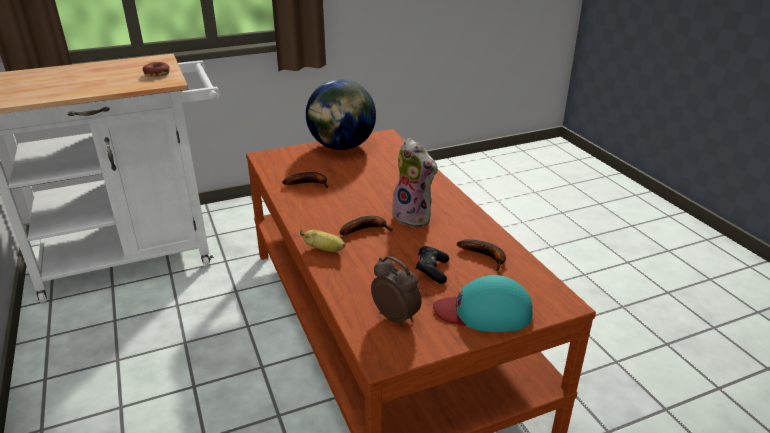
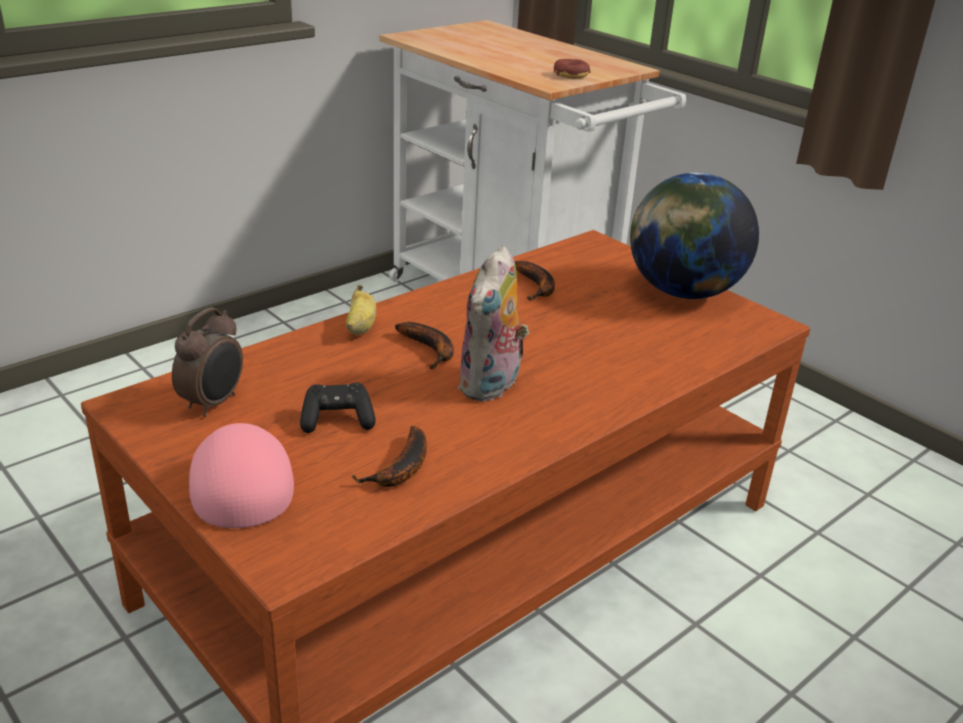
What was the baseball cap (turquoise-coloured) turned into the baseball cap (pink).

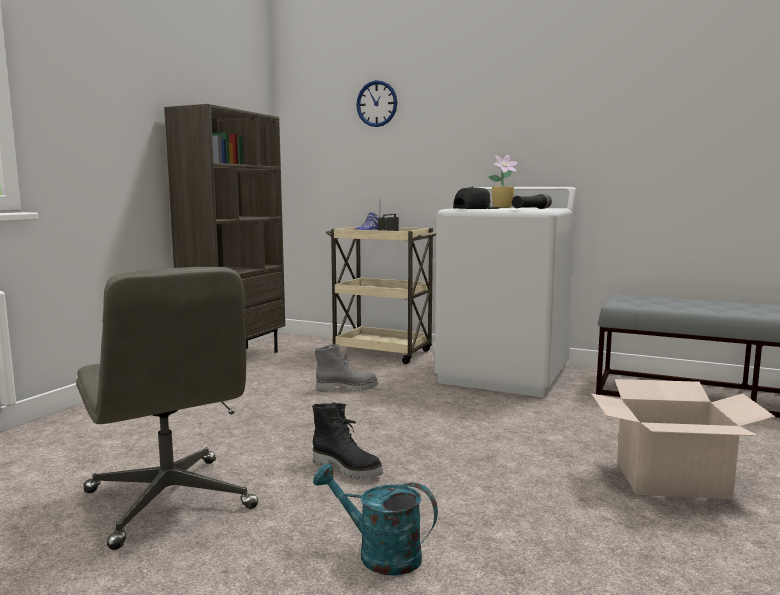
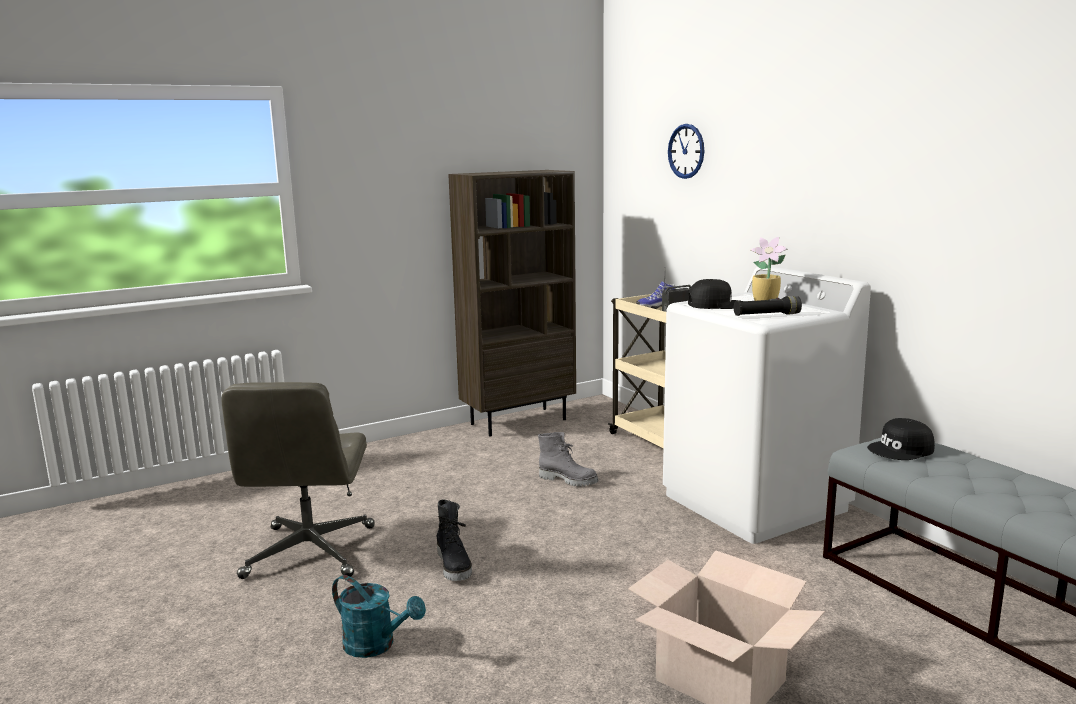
The second view gained the baseball cap (black-coloured) (no. 2 from left).
The watering can (turquoise-coloured) ended up facing another way, 150 degrees clockwise from before.

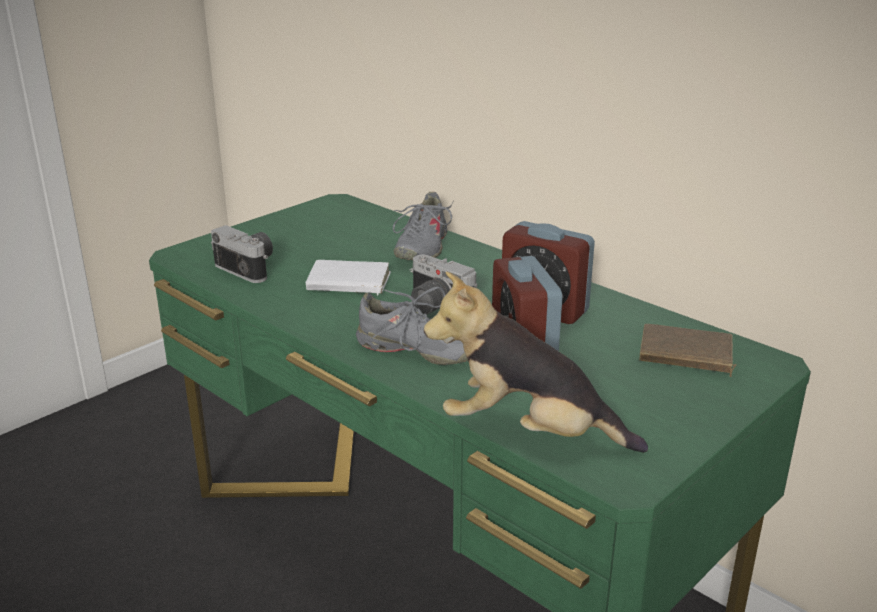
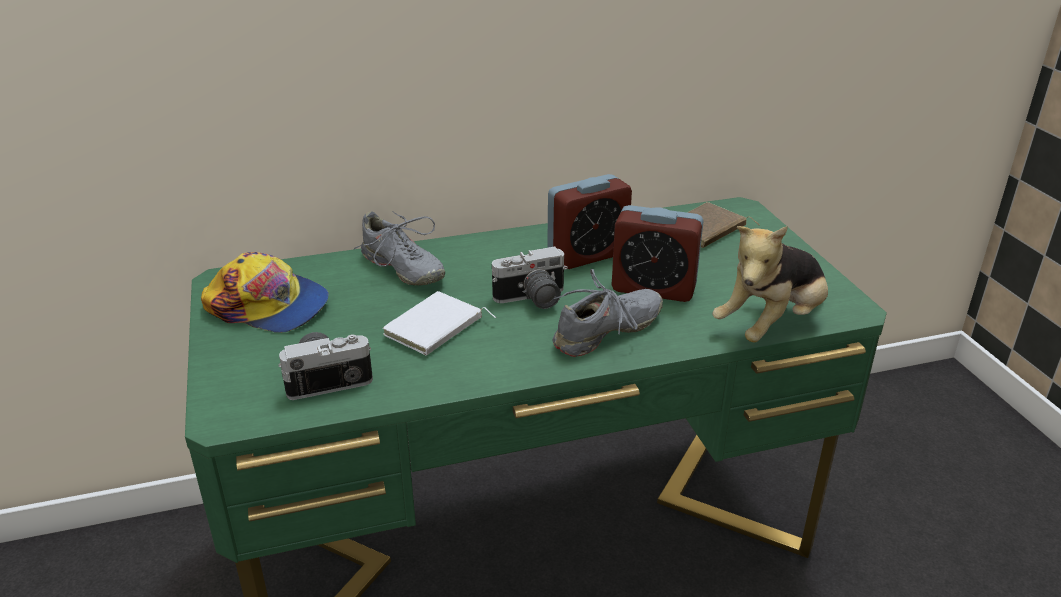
The second view gained the baseball cap.

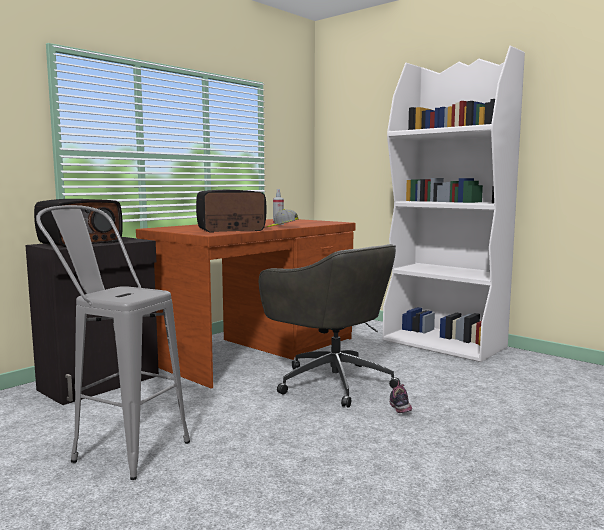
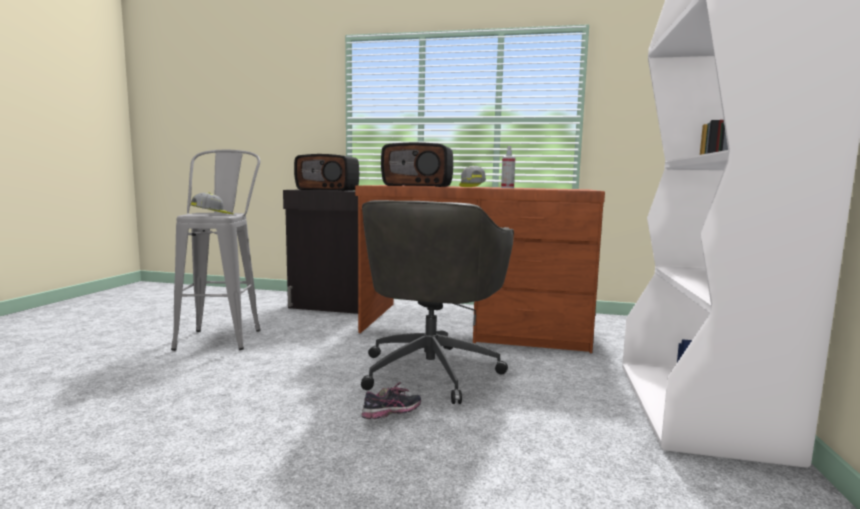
The second view gained the baseball cap (no. 1 from left).
The radio receiver (no. 2 from left) ended up facing another way, 150 degrees clockwise from before.

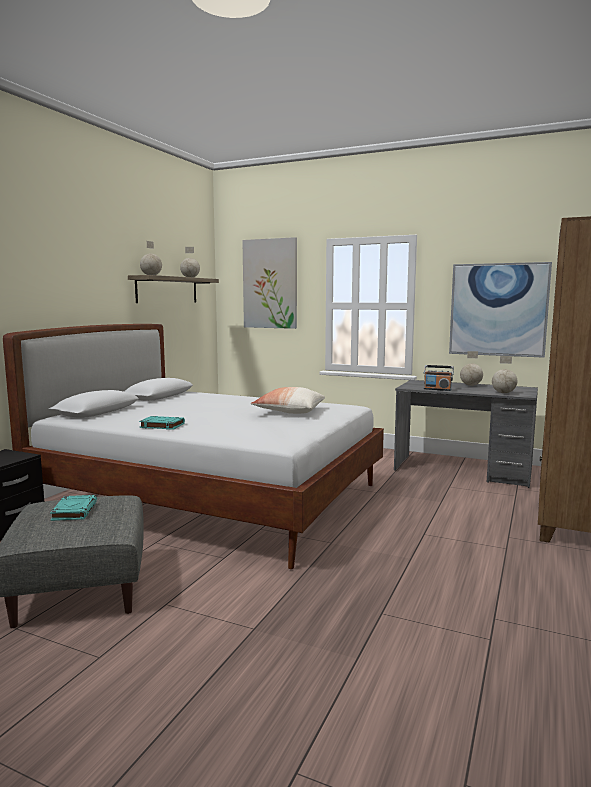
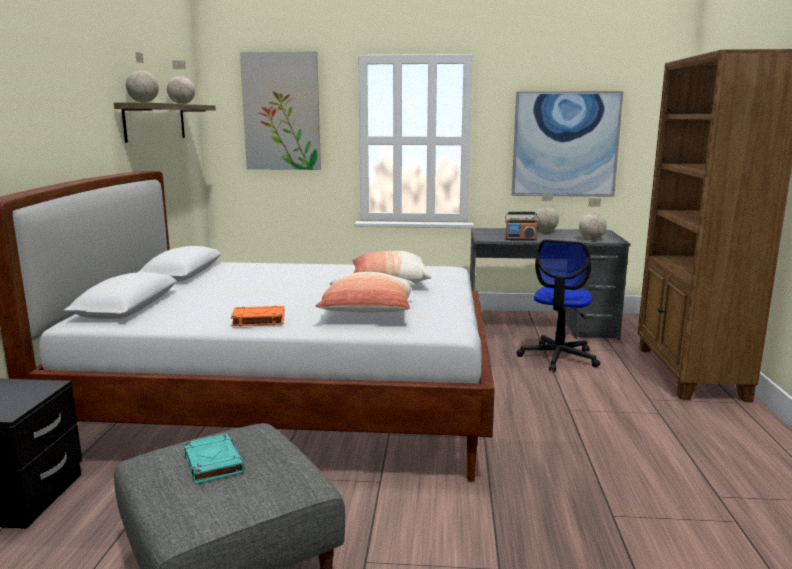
The second view gained the pillow (no. 1 from left).
The second view gained the computer chair.
What was the volume (turquoise-coloured) (no. 2 from left) turned into the volume (orange).

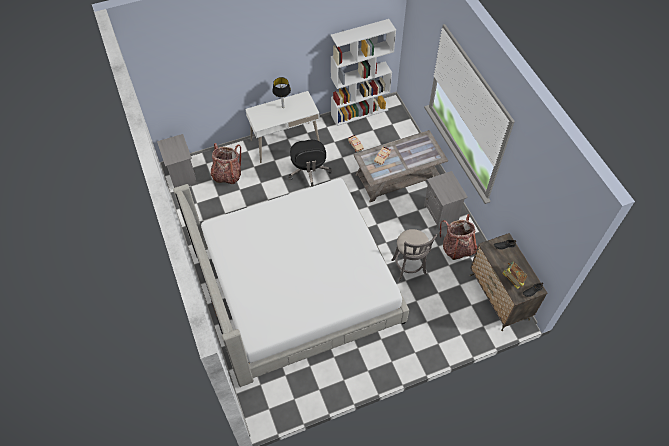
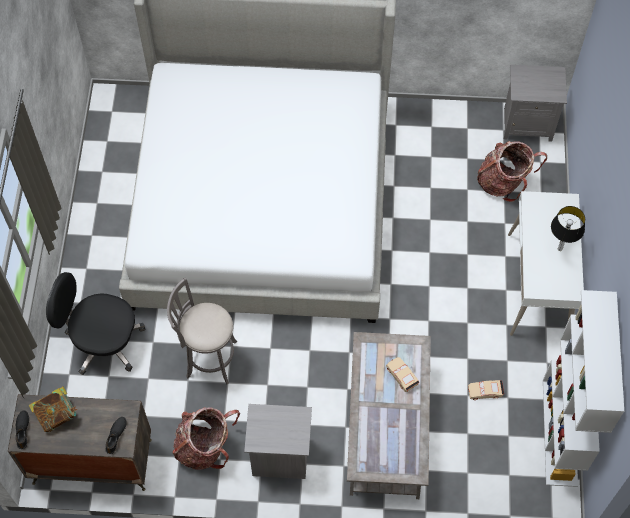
The computer chair (black-coloured) ended up elsewhere.

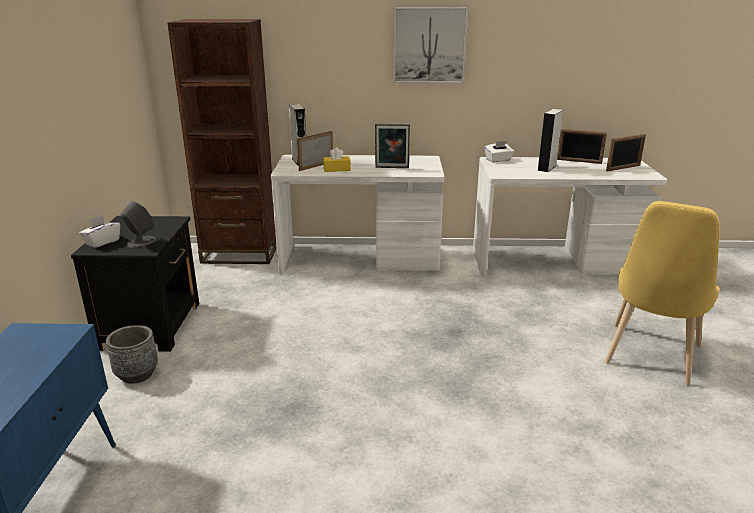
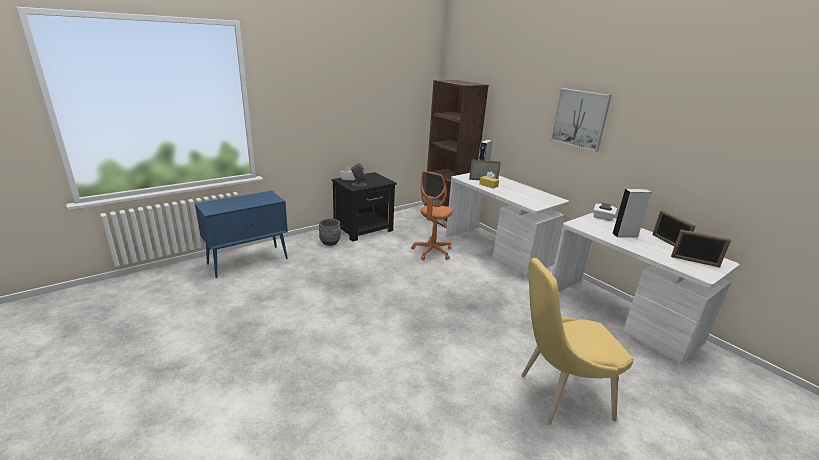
The second view lost the standing frame (no. 2 from left).
The second view gained the computer chair (orange).

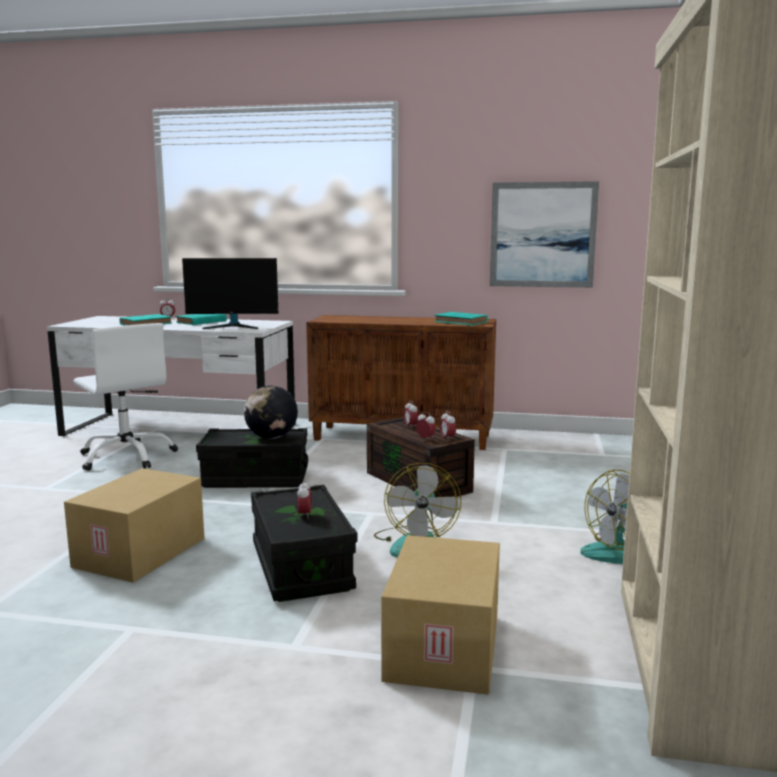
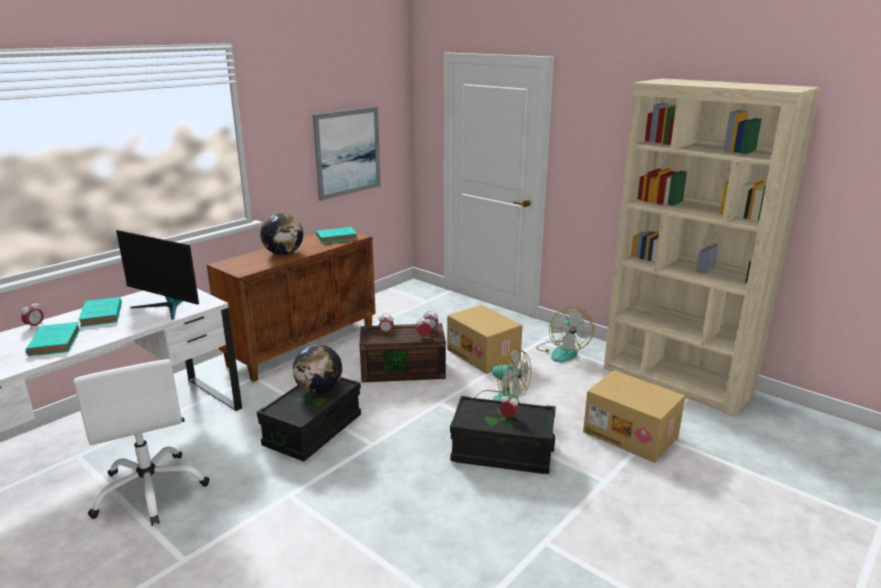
The second view gained the desk globe (no. 1 from left).
The cardboard box (no. 1 from left) ended up elsewhere.
The computer chair (white) ended up facing another way, 75 degrees clockwise from before.
The computer screen ended up facing another way, 90 degrees clockwise from before.

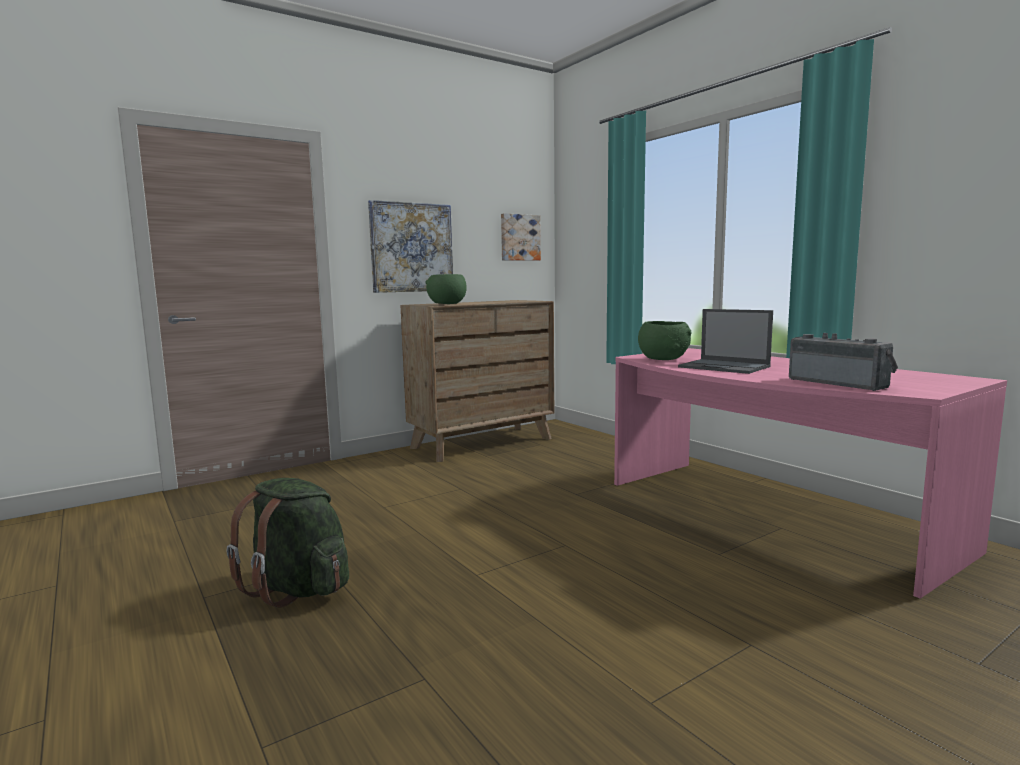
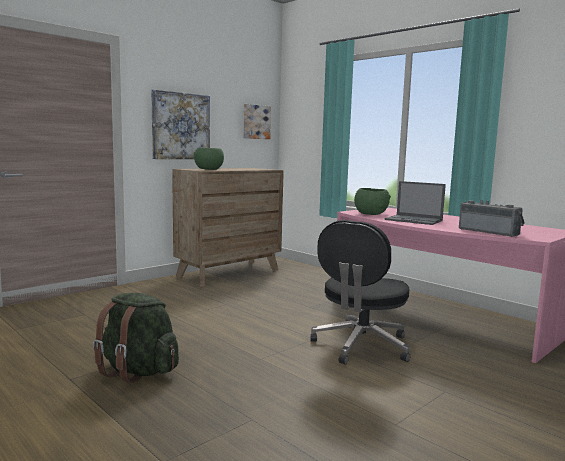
The second view gained the computer chair (black-coloured).

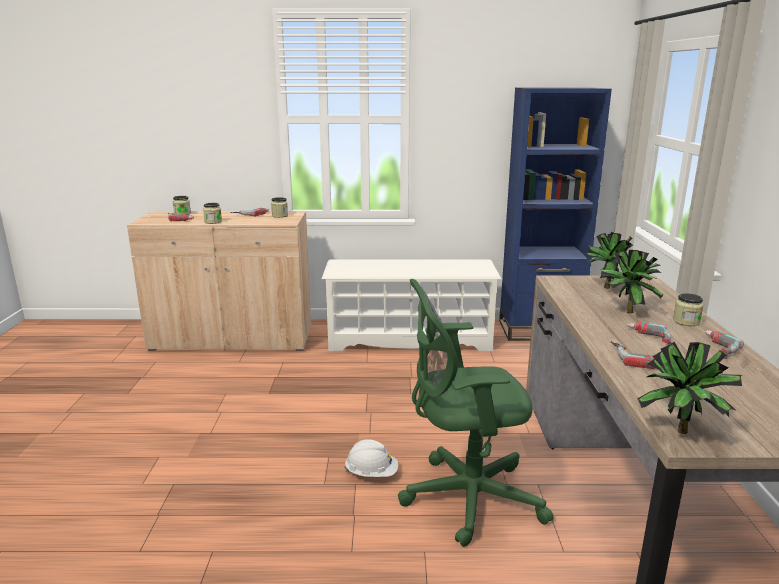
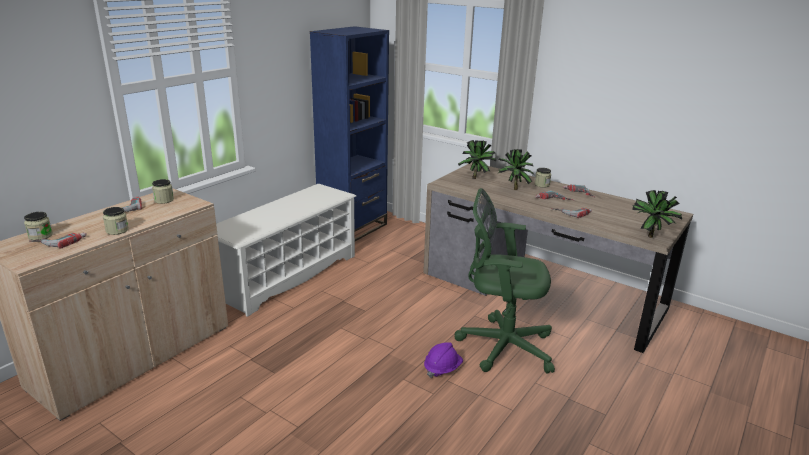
What was the safety helmet (white) turned into the safety helmet (purple).
The computer chair (greenish) ended up facing another way, 75 degrees clockwise from before.

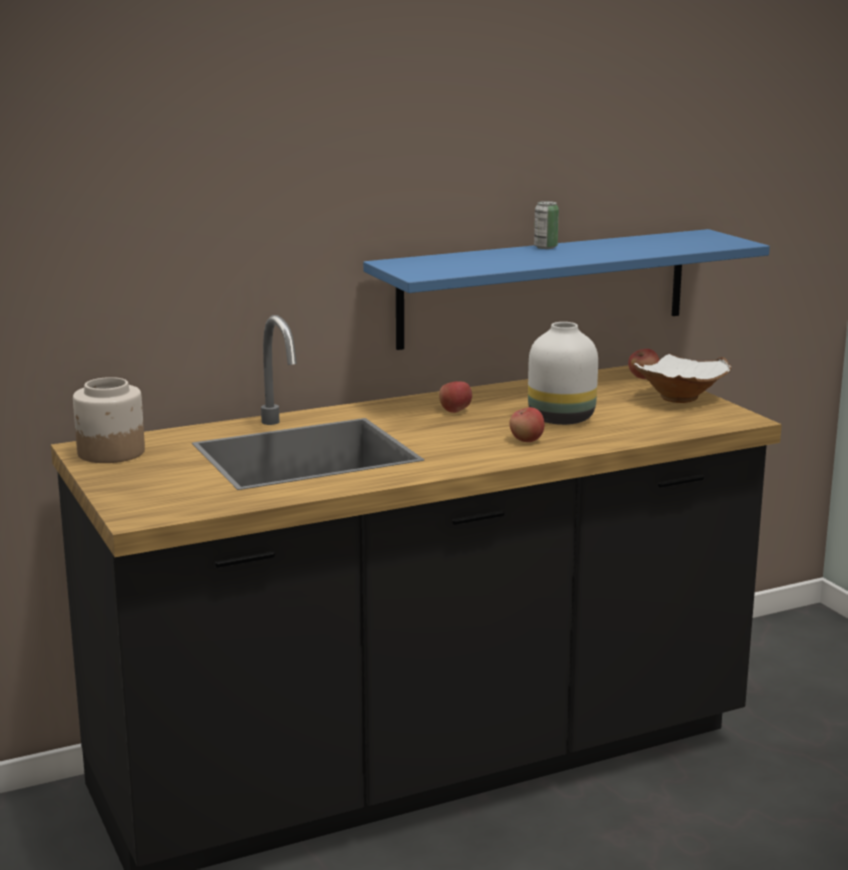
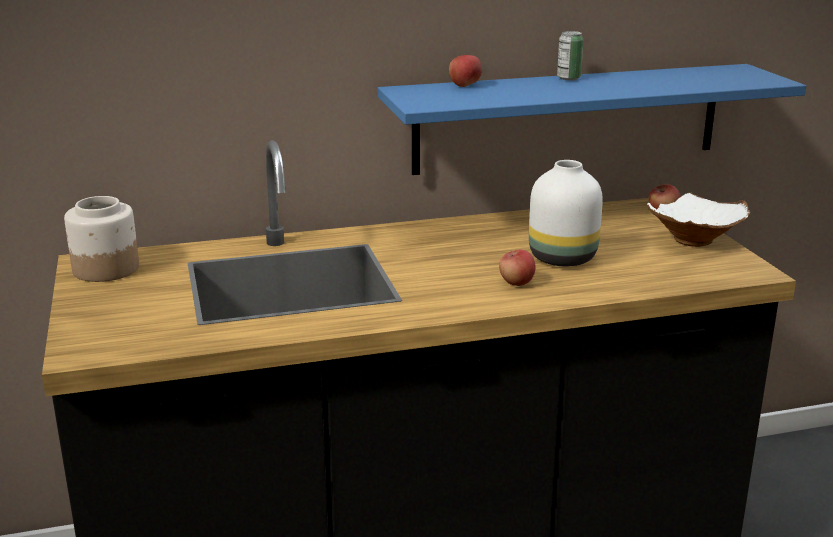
The whole apple (no. 1 from left) ended up elsewhere.

